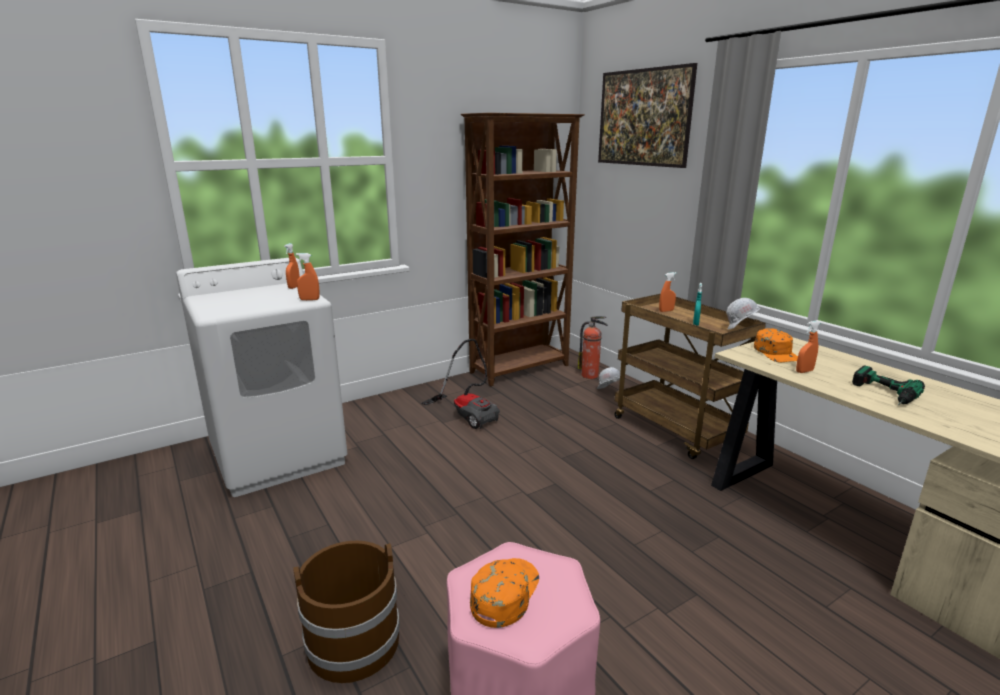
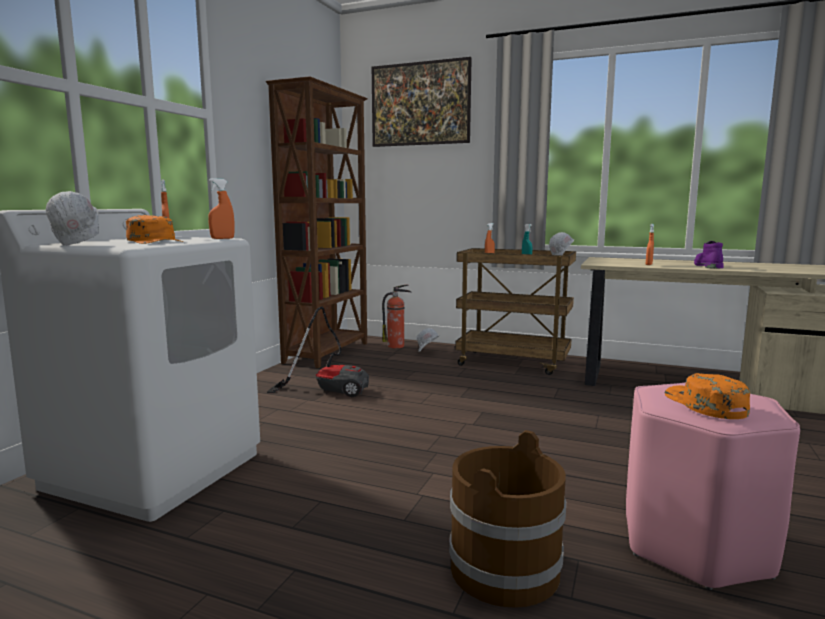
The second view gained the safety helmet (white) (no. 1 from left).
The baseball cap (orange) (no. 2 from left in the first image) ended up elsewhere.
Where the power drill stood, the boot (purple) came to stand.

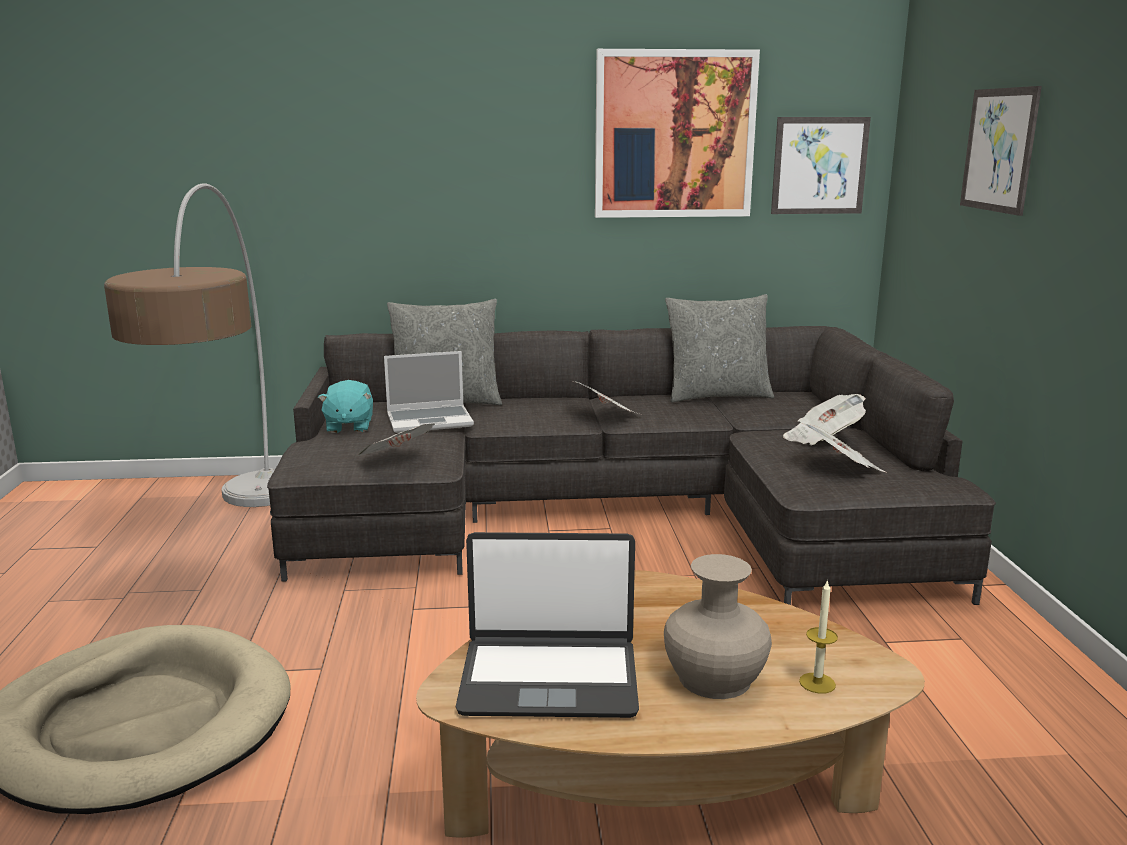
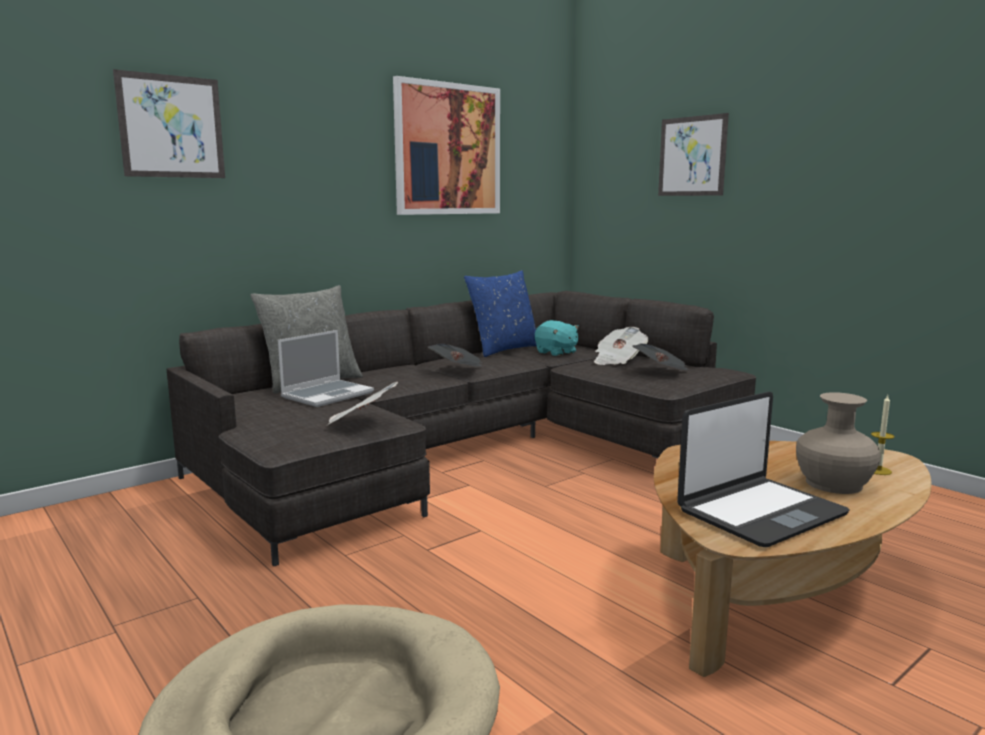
The second view lost the standing lamp.
The plush toy (turquoise-coloured) ended up elsewhere.
The wall art (no. 2 from left in the first image) ended up elsewhere.
What was the pillow (grey) (no. 2 from left) turned into the pillow (bluish).

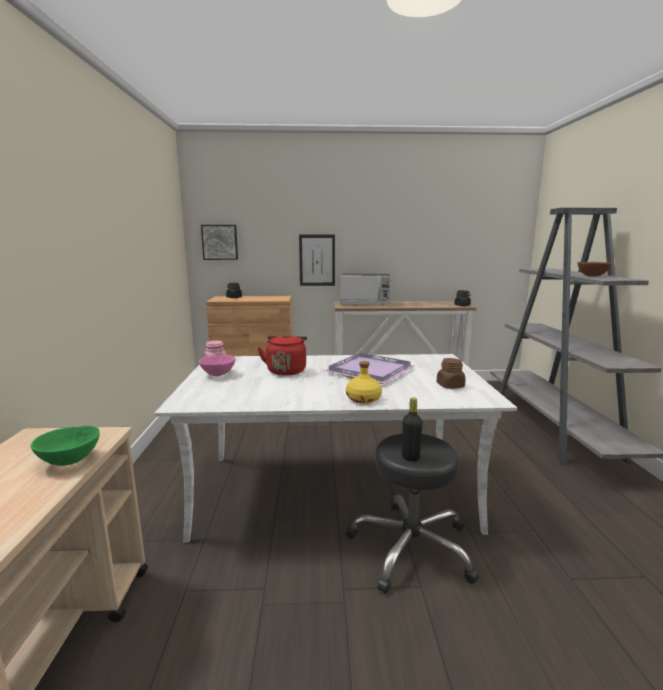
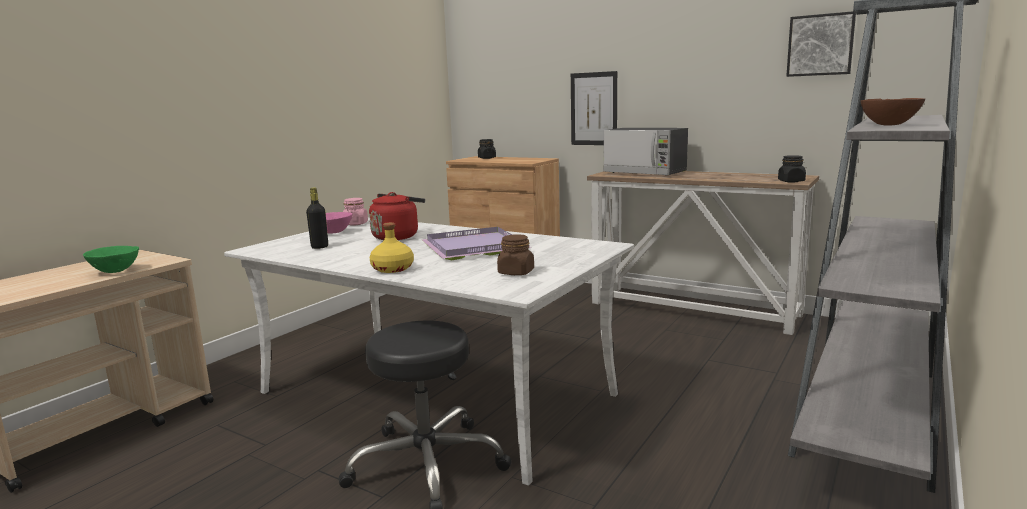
The wall art (no. 1 from left in the first image) ended up elsewhere.
The beverage bottle (black-coloured) ended up elsewhere.

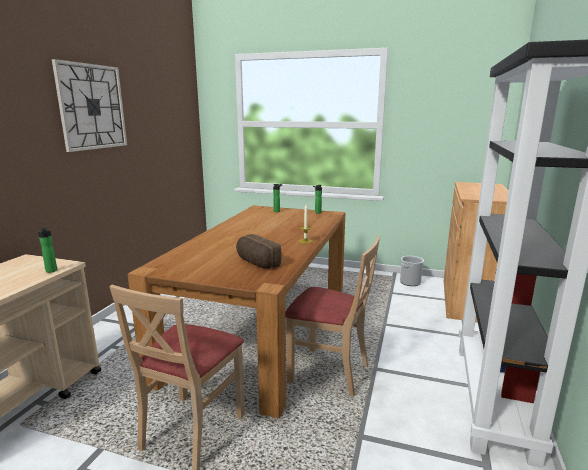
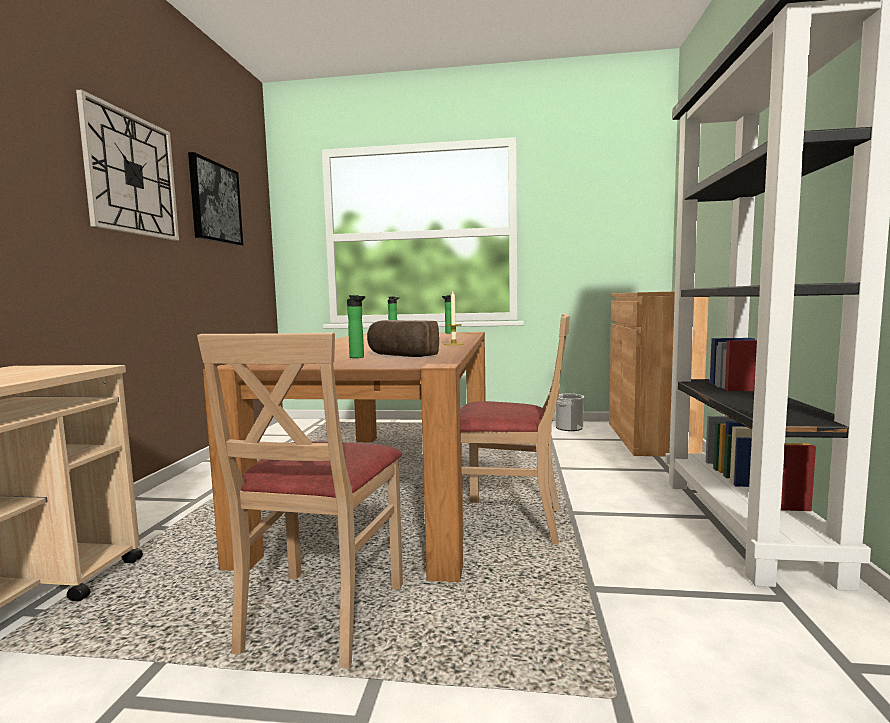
The second view gained the wall art.
The beverage bottle (no. 1 from left) ended up elsewhere.

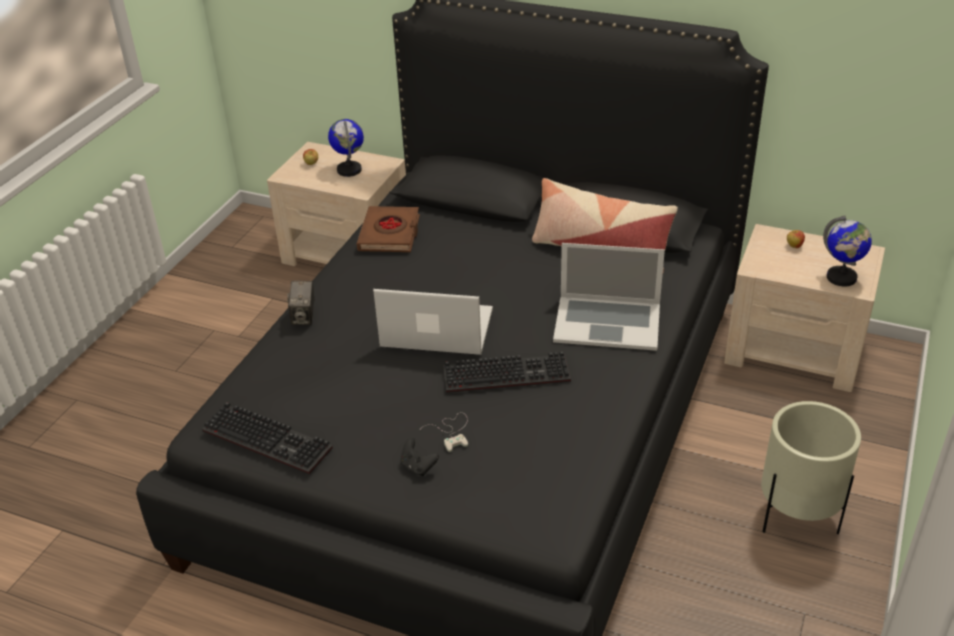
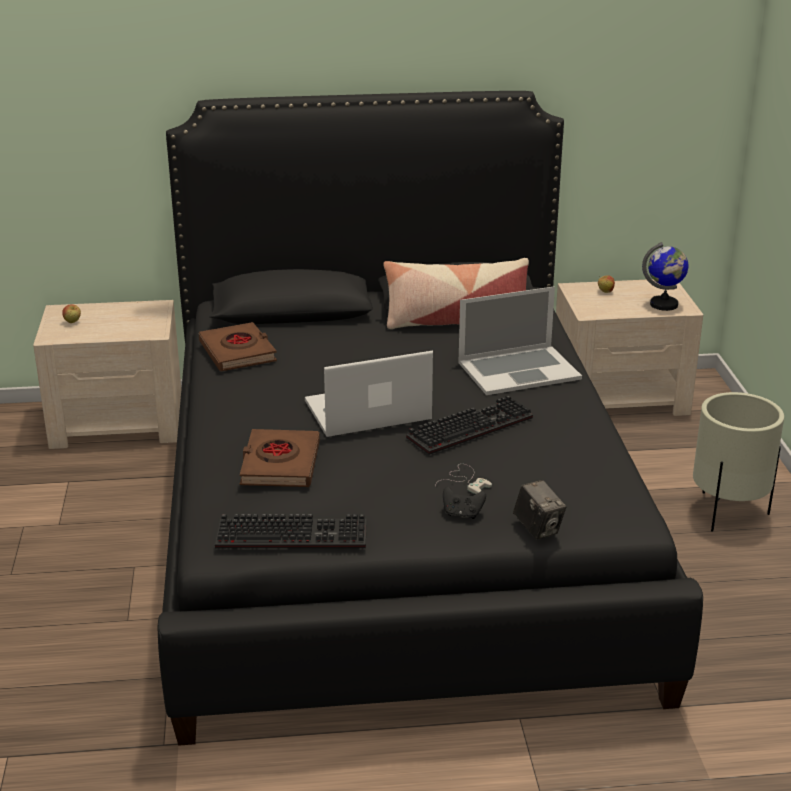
The second view lost the desk globe (no. 1 from left).
The second view gained the volume (brown-coloured) (no. 2 from left).
The still camera ended up elsewhere.

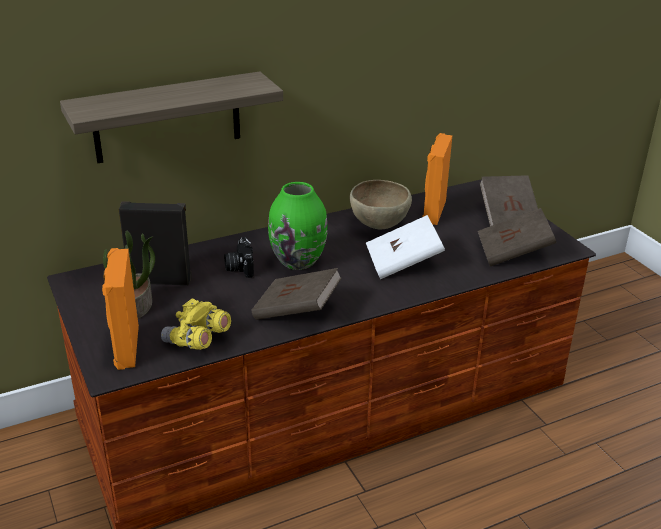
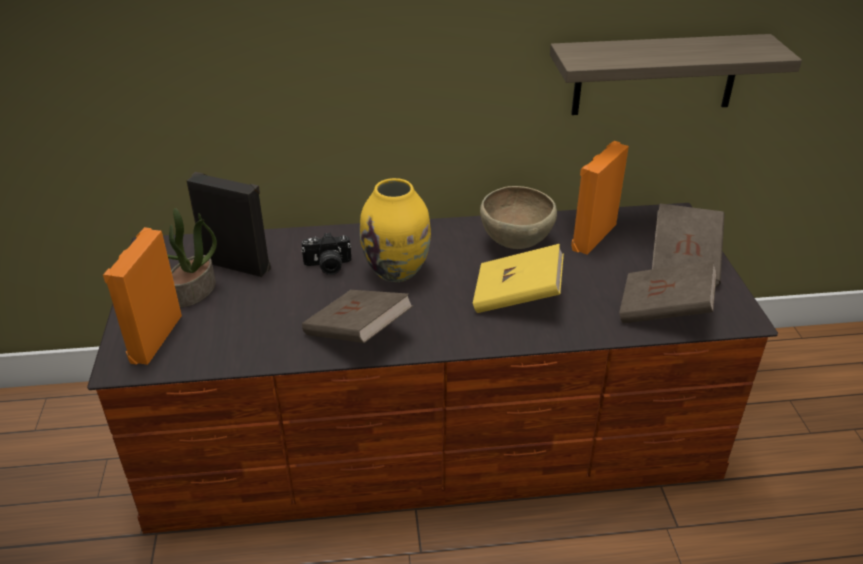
The second view lost the field glasses (yellow).
The bracket shelf ended up elsewhere.
What was the vase (greenish) turned into the vase (yellow).
What was the volume (white) turned into the volume (yellow).
The still camera ended up facing another way, 105 degrees counterclockwise from before.

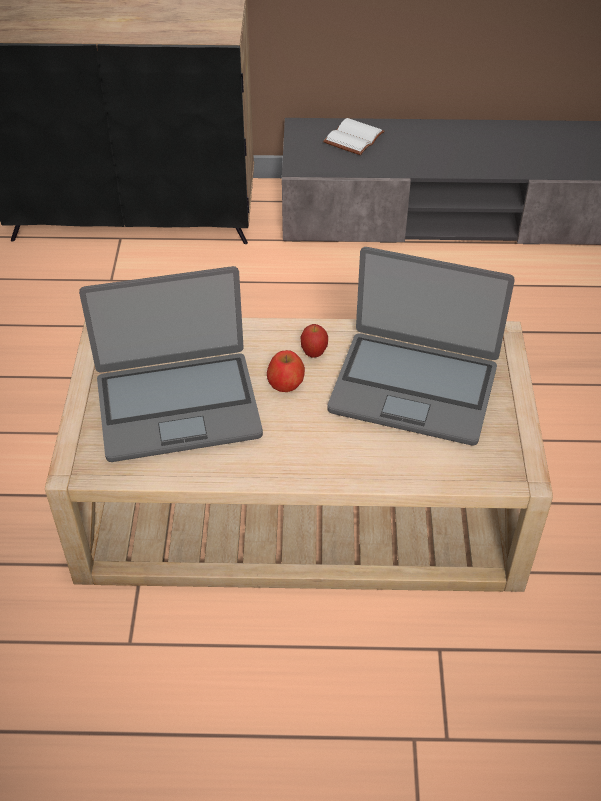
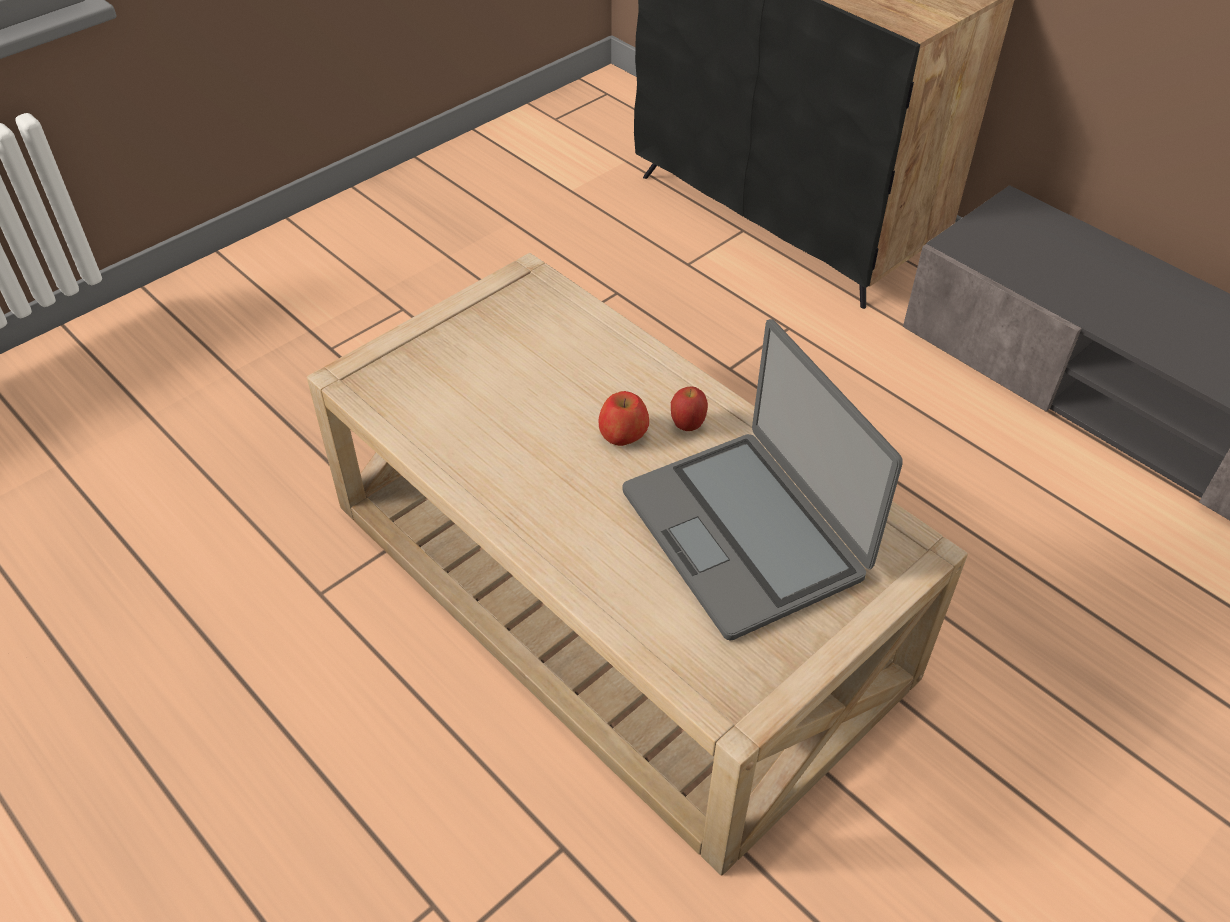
The second view lost the portable computer (no. 1 from left).
The second view lost the volume (white).

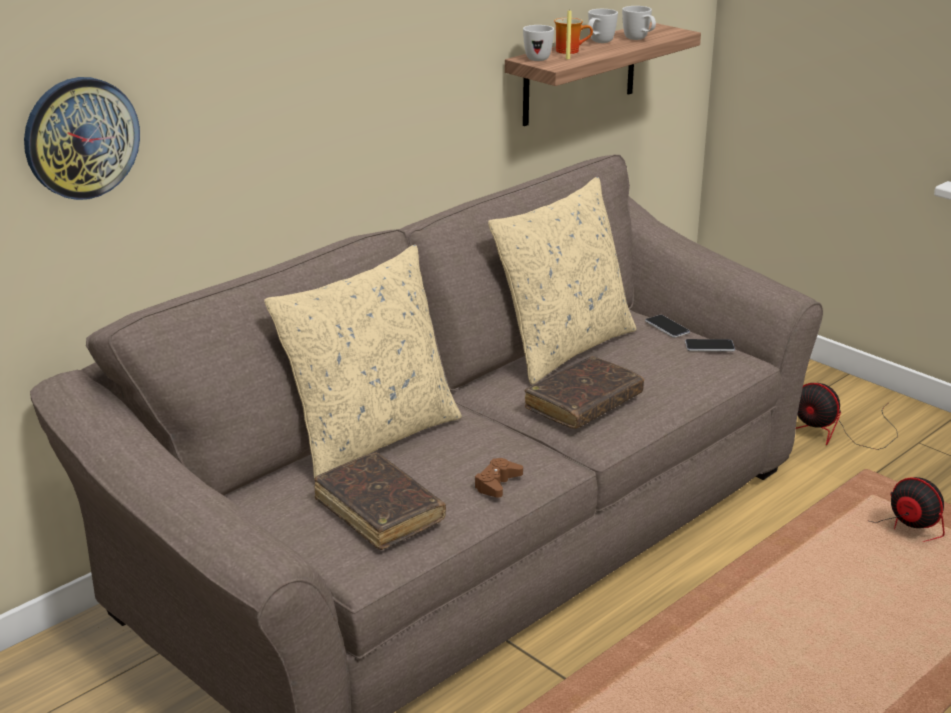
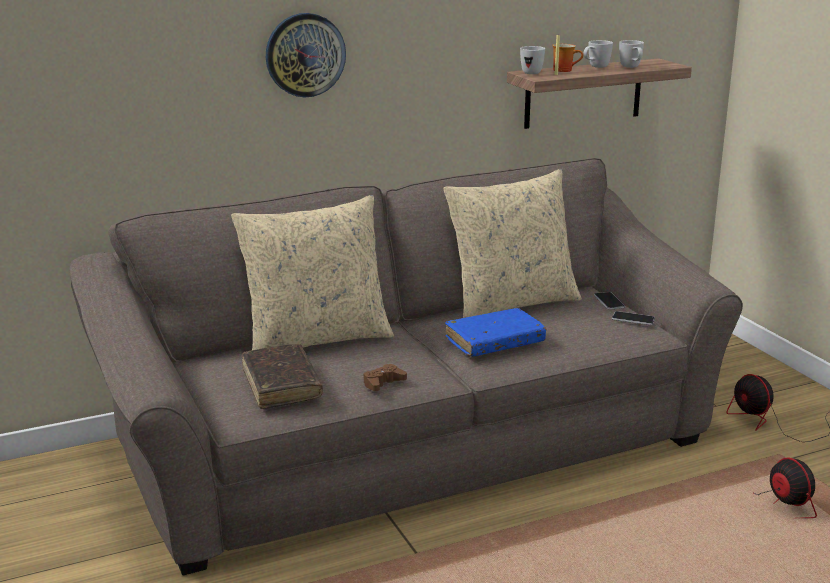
The clock on the wall ended up elsewhere.
What was the volume (brown-coloured) (no. 2 from left) turned into the volume (bluish).

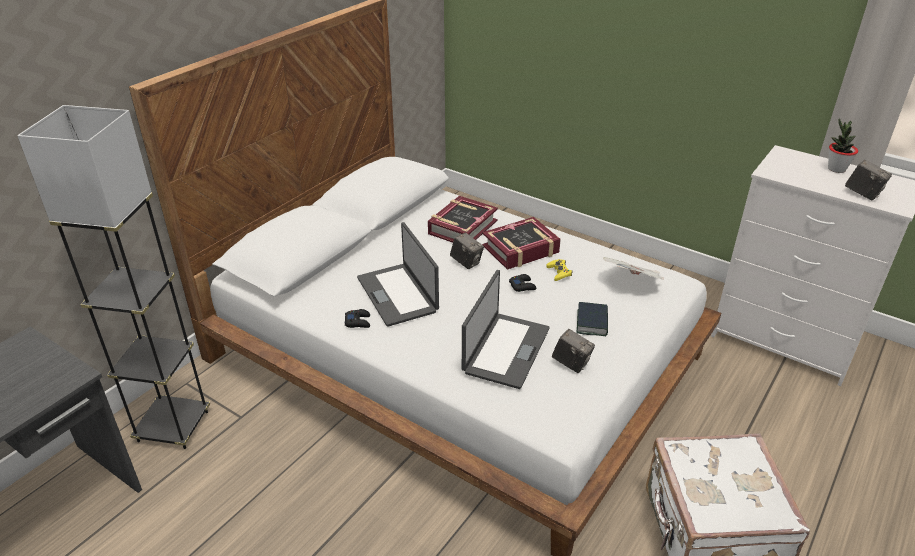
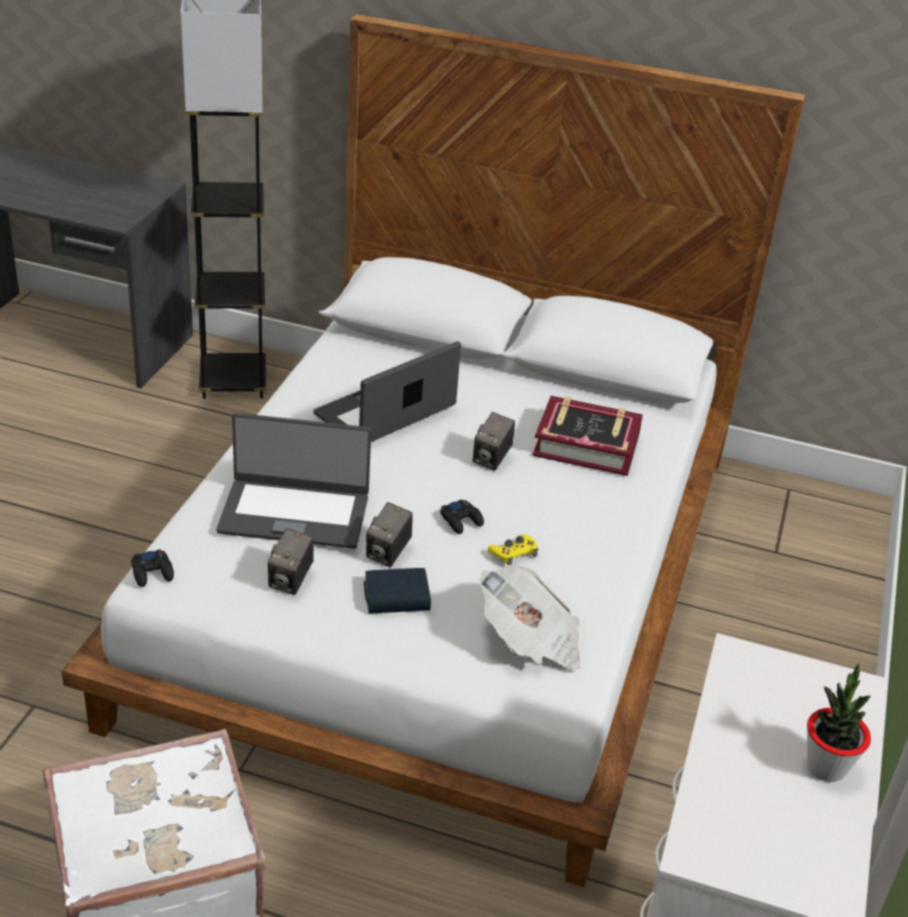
The second view lost the volume (no. 2 from left).
The joypad (black-coloured) (no. 1 from left) ended up elsewhere.
The still camera (no. 3 from left in the first image) ended up elsewhere.

